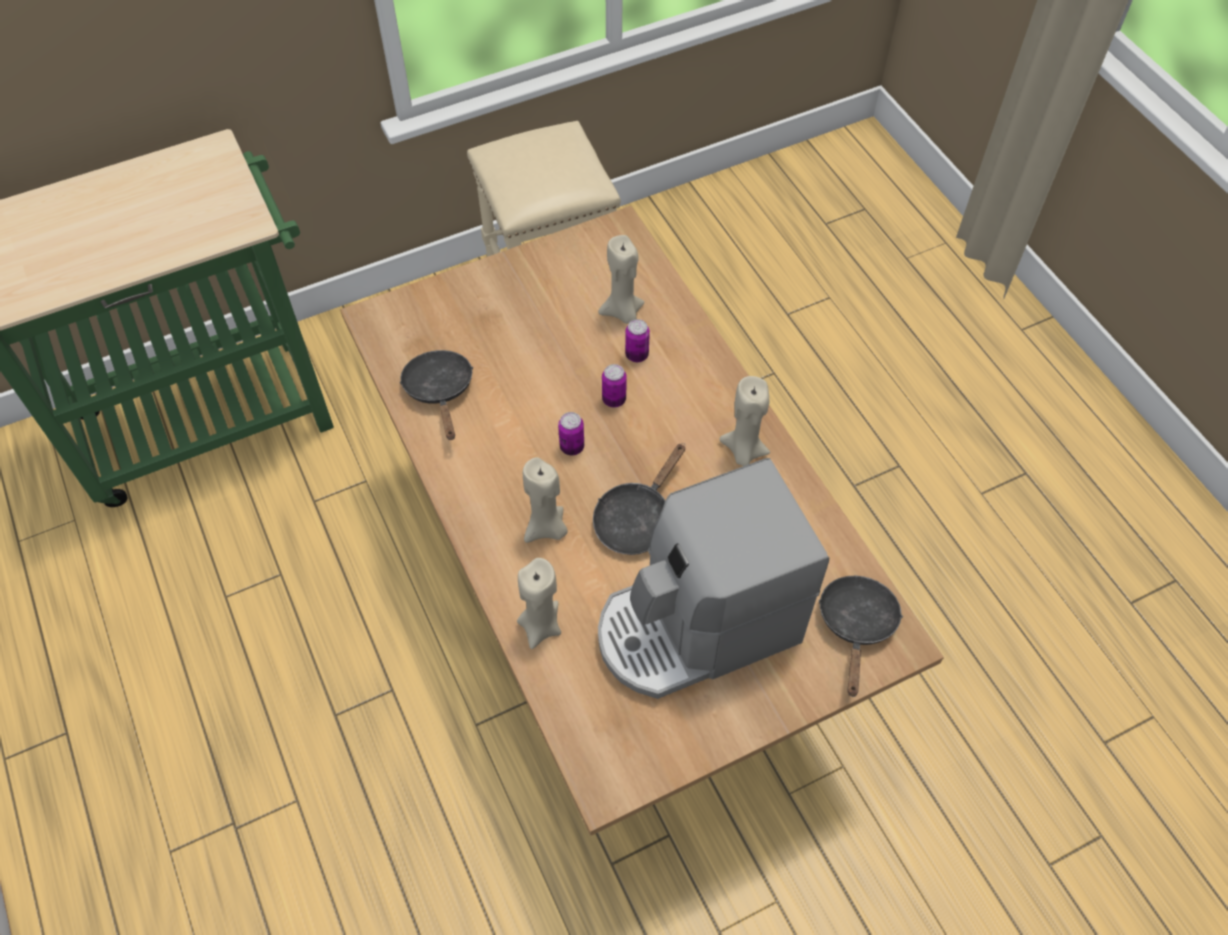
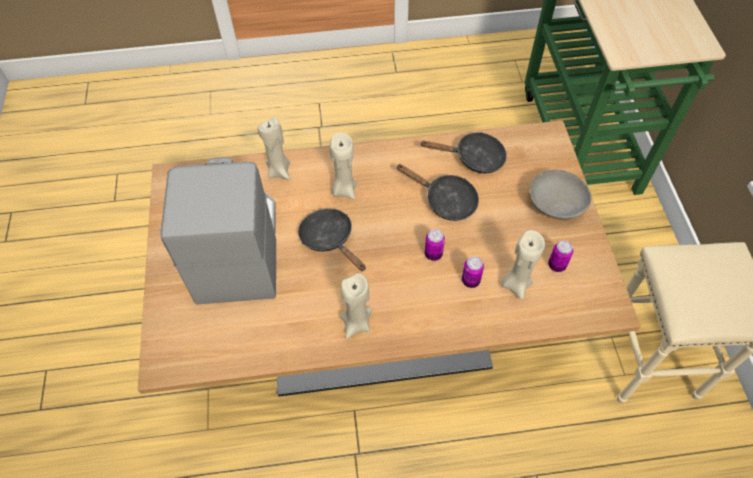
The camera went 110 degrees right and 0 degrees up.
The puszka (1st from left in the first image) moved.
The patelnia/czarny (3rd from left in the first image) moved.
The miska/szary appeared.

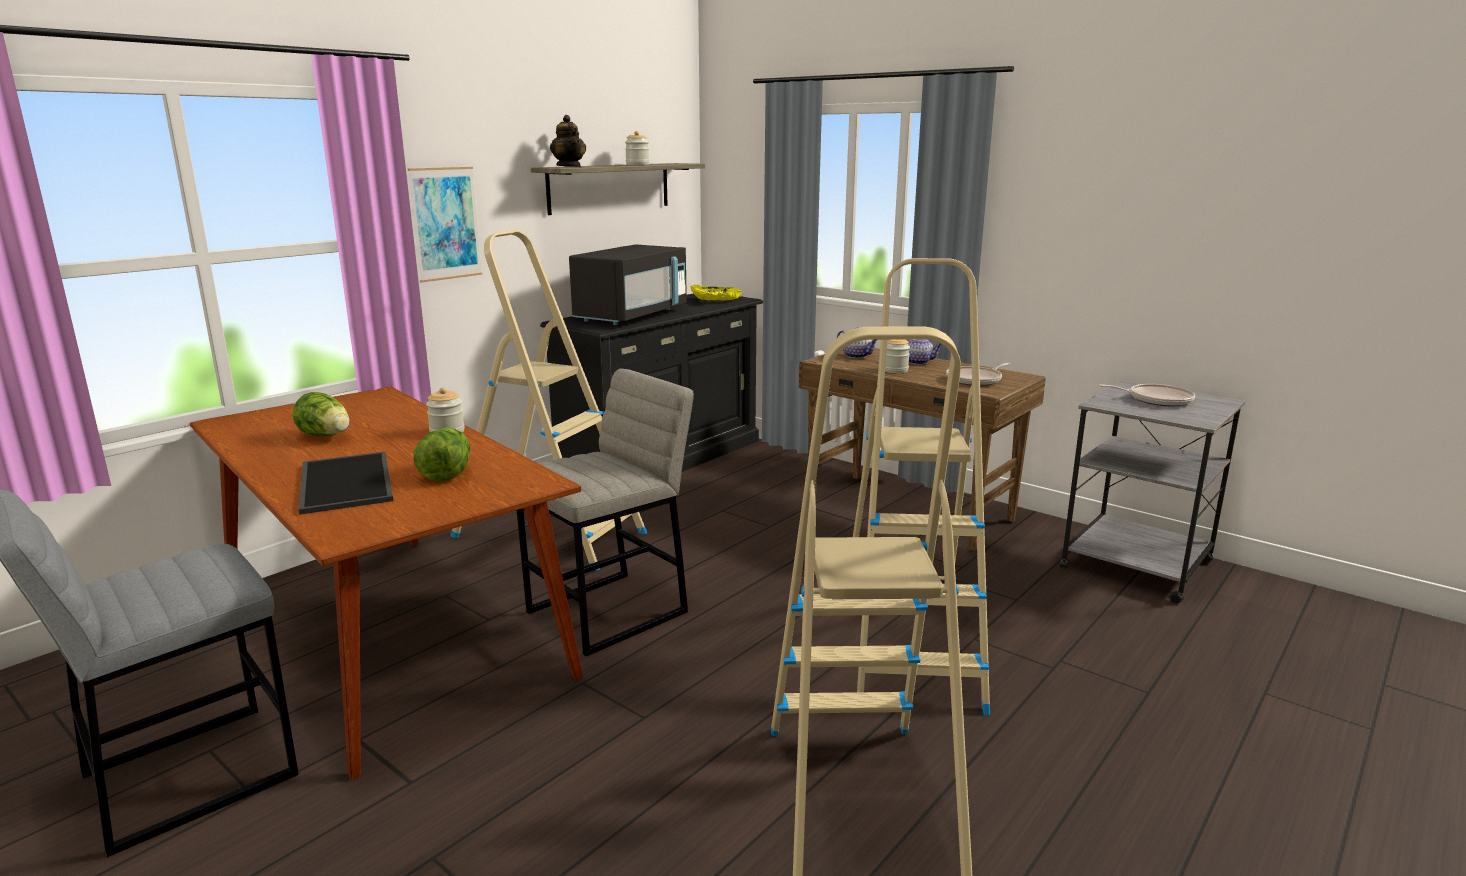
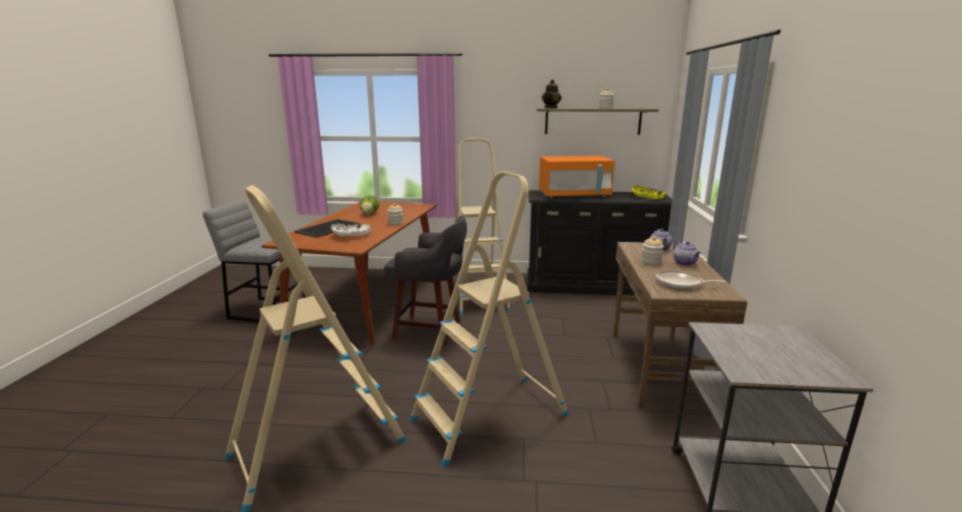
The camera went 55 degrees right and 0 degrees up.
The obraz disappeared.
The sałata (2nd from left) was replaced by the miska/biały.
The krzesło/szary (2nd from left) was replaced by the stołek/szary.
The mikrofalówka/czarny became the mikrofalówka/pomarańczowy.
The patelnia (2nd from left) disappeared.

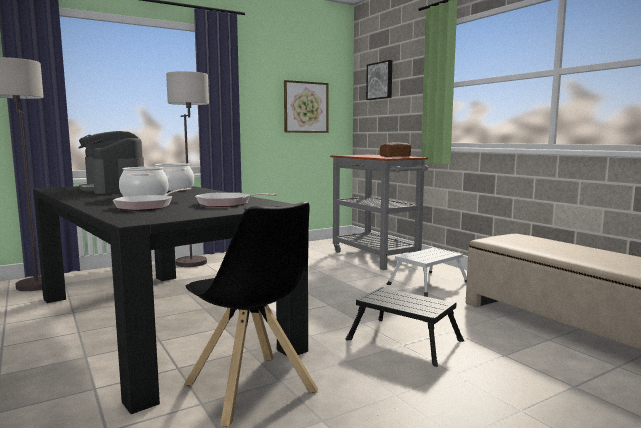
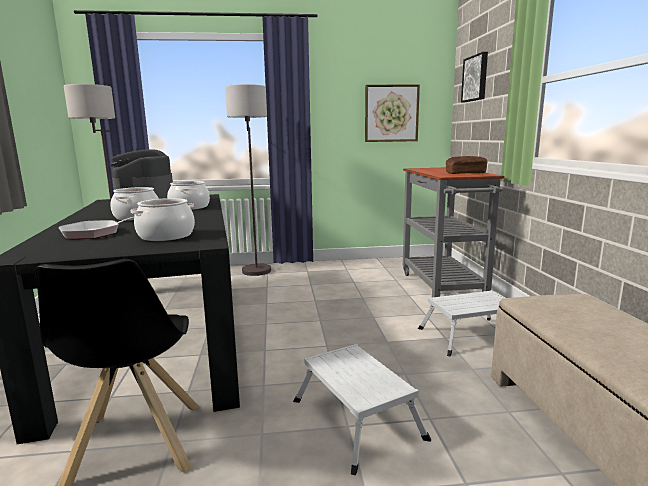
The camera went 25 degrees right and 5 degrees up.
The patelnia (2nd from left) was replaced by the garnek (2nd from left).
The drabinka/czarny became the drabinka/biały (1st from left).

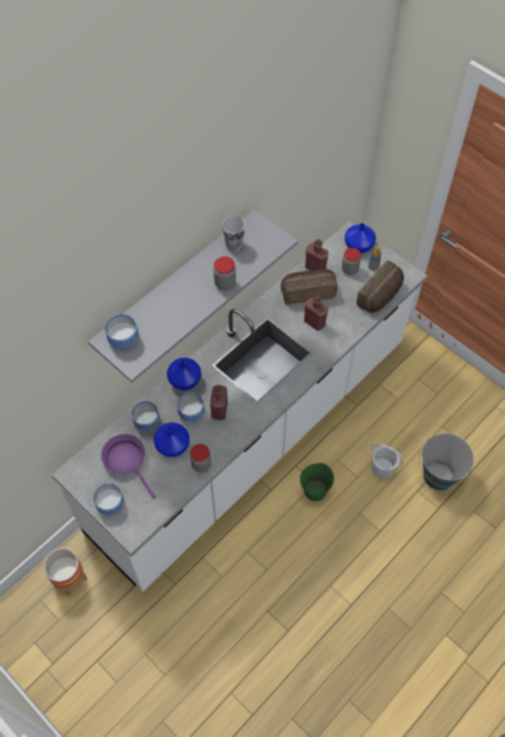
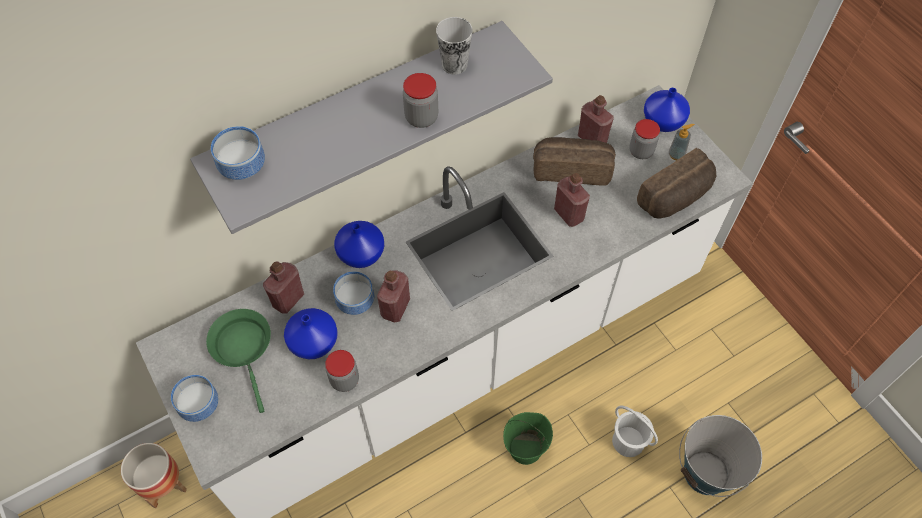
The camera went 15 degrees right and 0 degrees up.
The patelnia/fioletowy became the patelnia/zielony.
The miska (3rd from left) was replaced by the butelka/czerwony (1st from left).

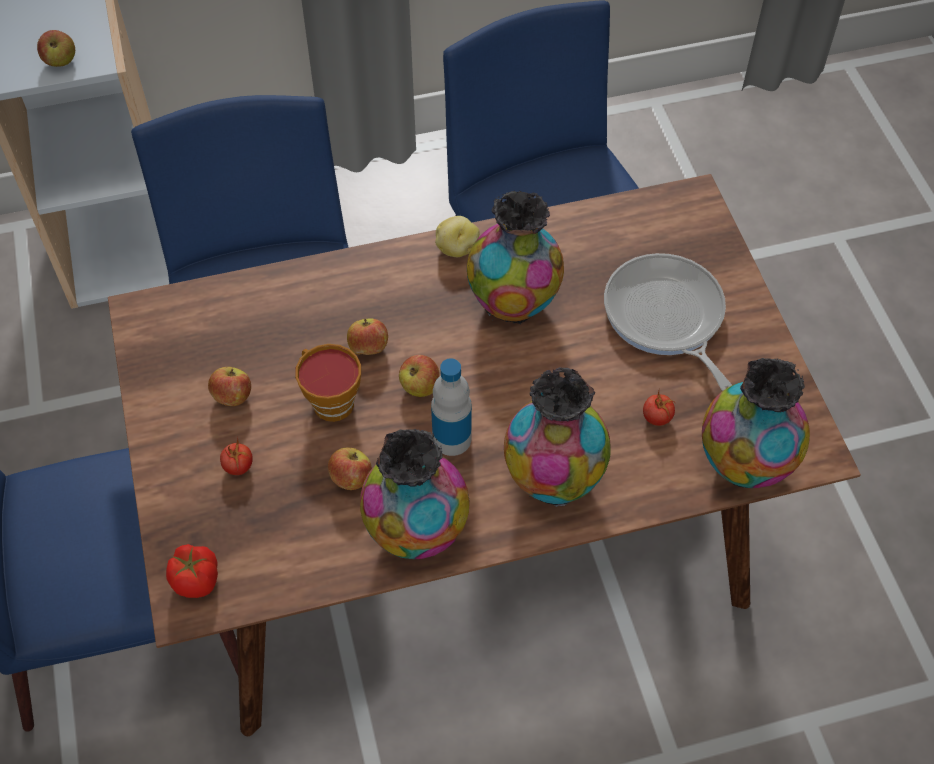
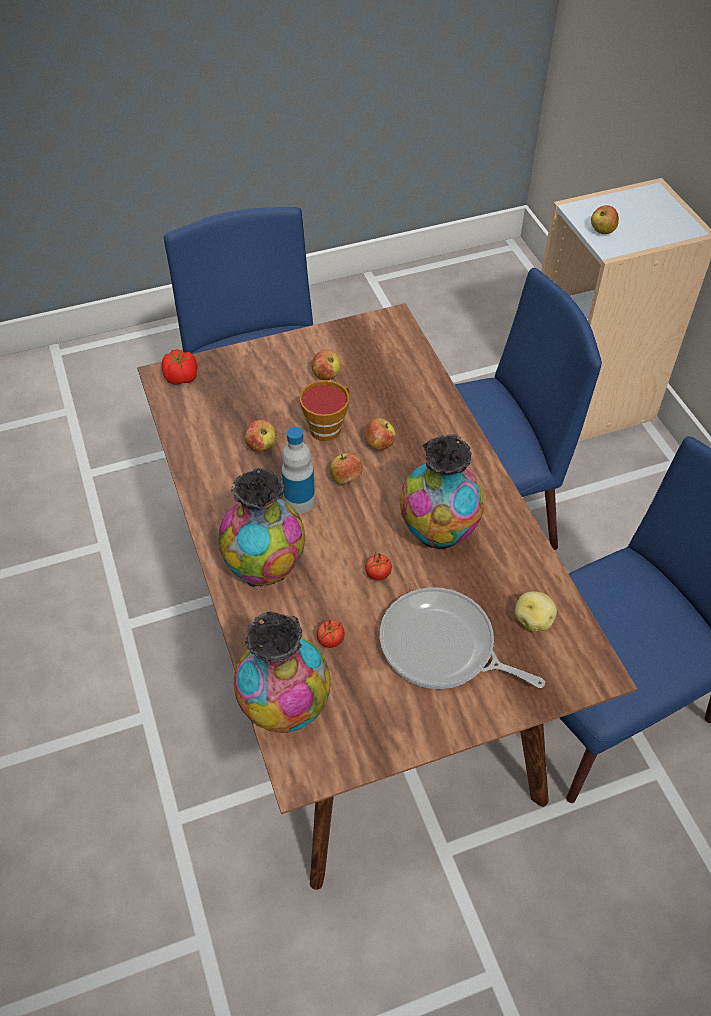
The camera went 85 degrees right and 5 degrees down.
The pomidor (2nd from left in the first image) moved.
The wazon (1st from left) disappeared.
The ziemniak moved.
The patelnia turned 120 degrees counterclockwise.

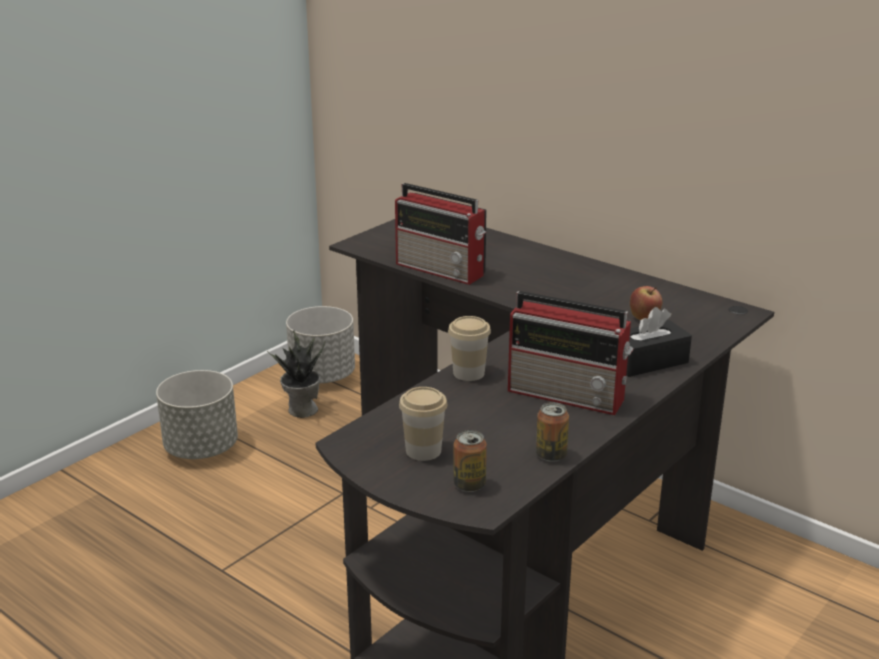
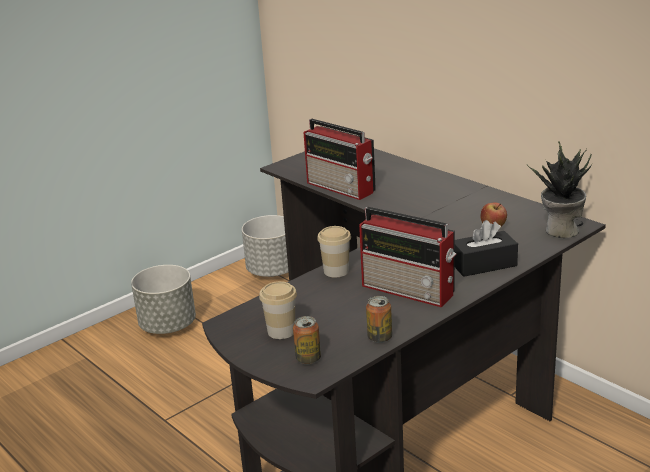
The camera went 10 degrees right and 0 degrees up.
The roślina doniczkowa moved.

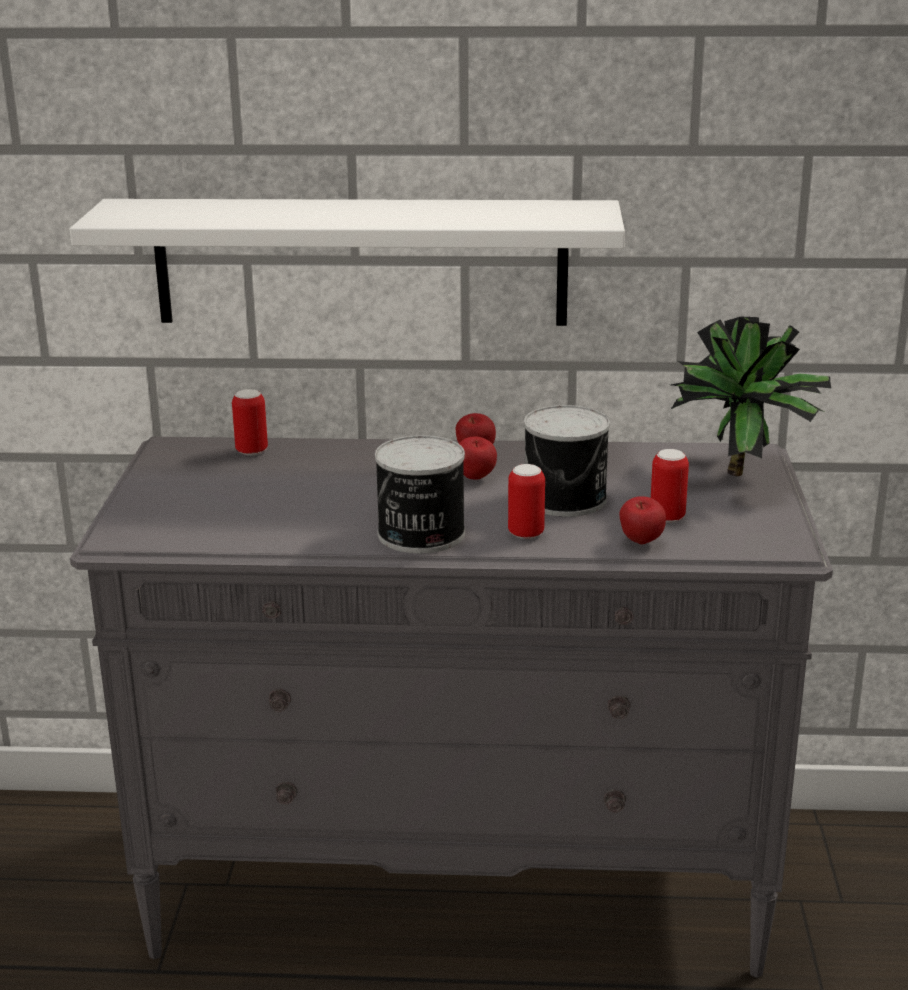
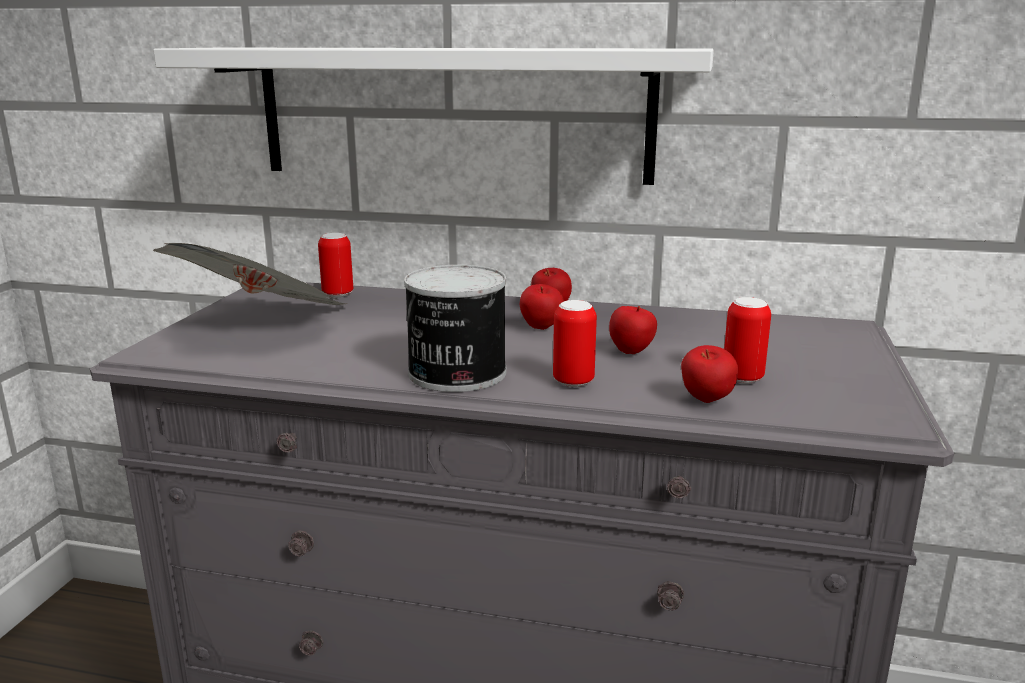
The camera went 10 degrees right and 5 degrees down.
The puszka (4th from left) was replaced by the jabłko (3rd from left).
The roślina doniczkowa disappeared.
The gazeta appeared.

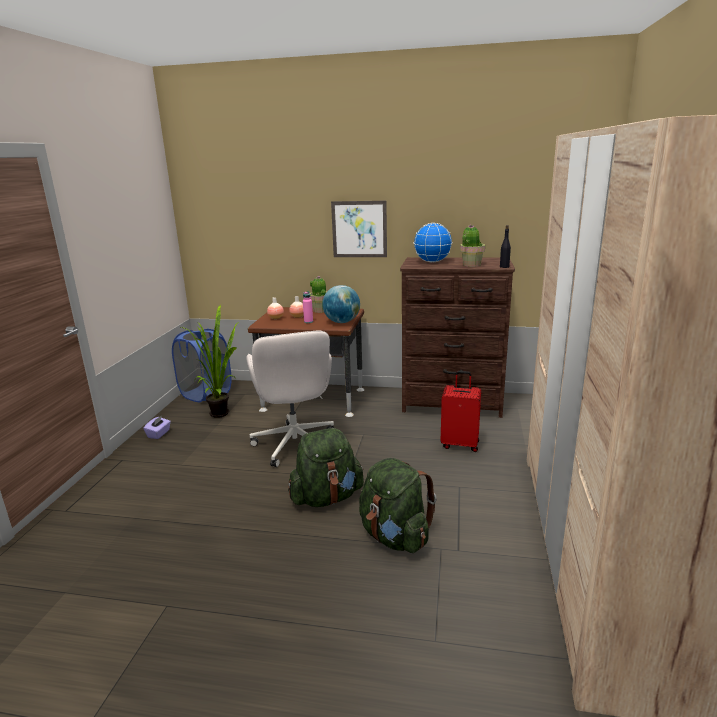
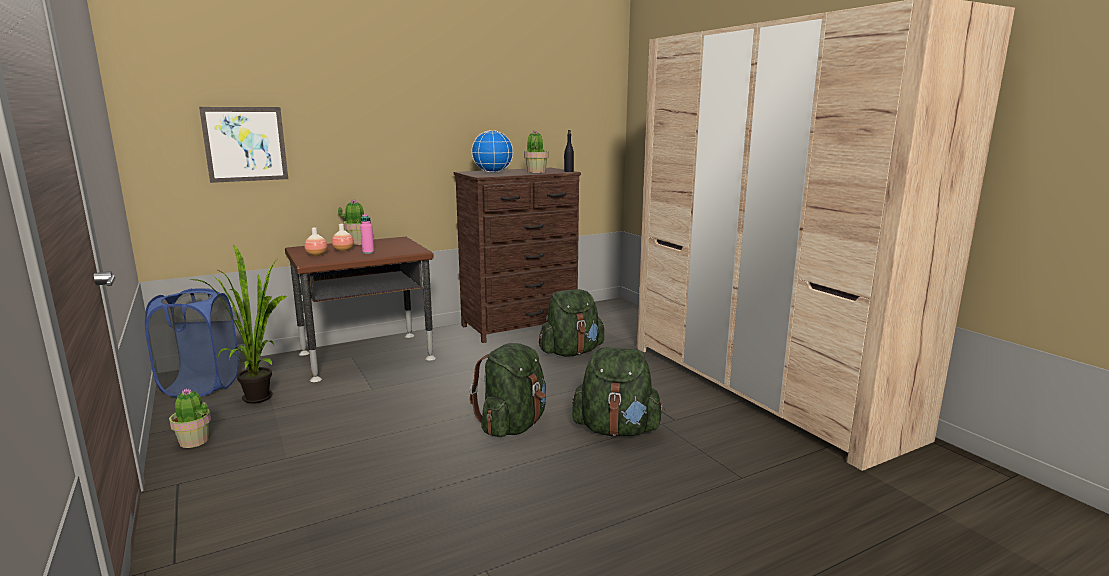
The camera went 40 degrees left and 5 degrees down.
The pudełko chusteczek/fioletowy was replaced by the roślina doniczkowa (1st from left).
The krzesło biurowe/biały disappeared.
The globus (1st from left) disappeared.
The obraz moved.
The walizka/czerwony was replaced by the plecak/zielony (2nd from left).

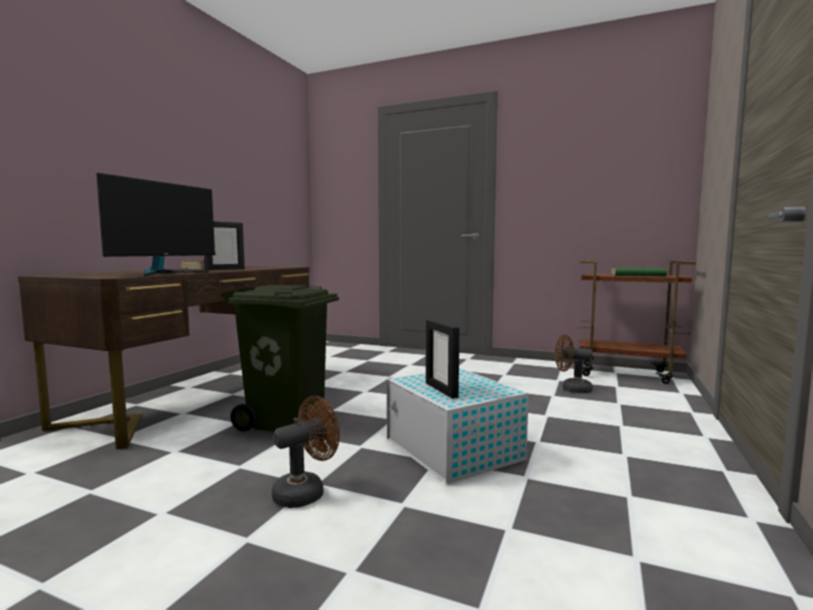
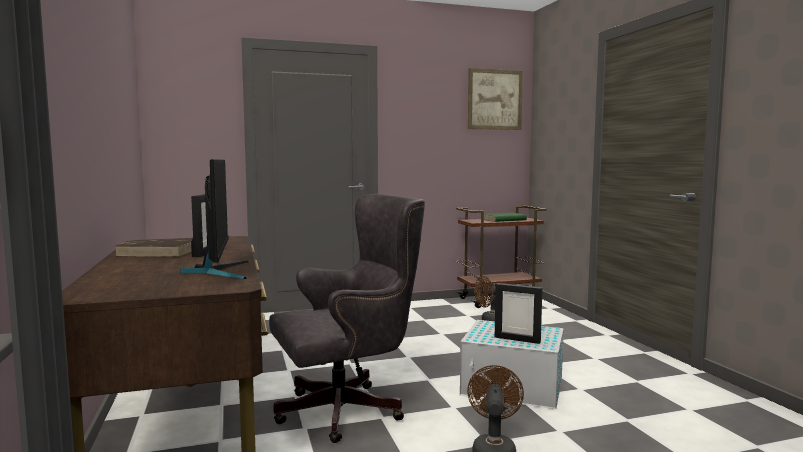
The camera went 40 degrees left and 0 degrees up.
The kosz na śmieci/zielony was replaced by the krzesło biurowe/szary.
The obraz appeared.

